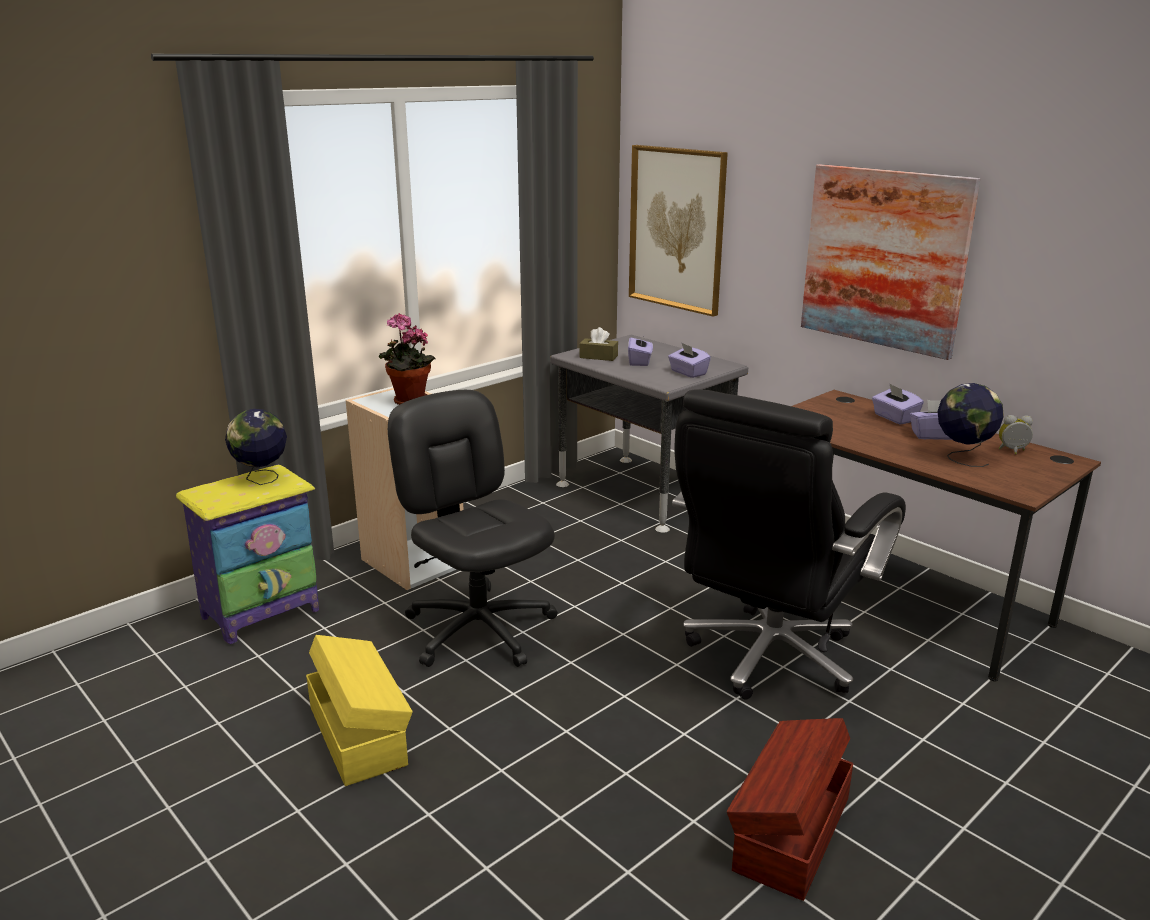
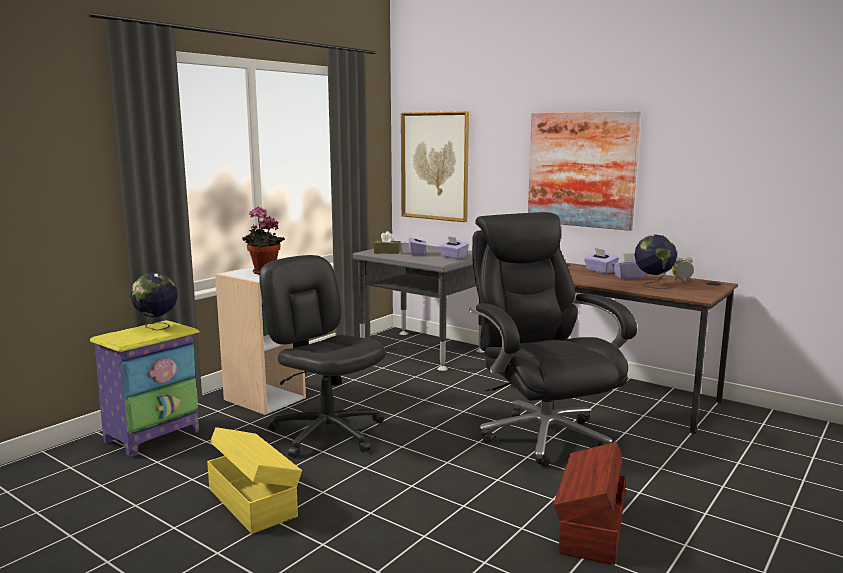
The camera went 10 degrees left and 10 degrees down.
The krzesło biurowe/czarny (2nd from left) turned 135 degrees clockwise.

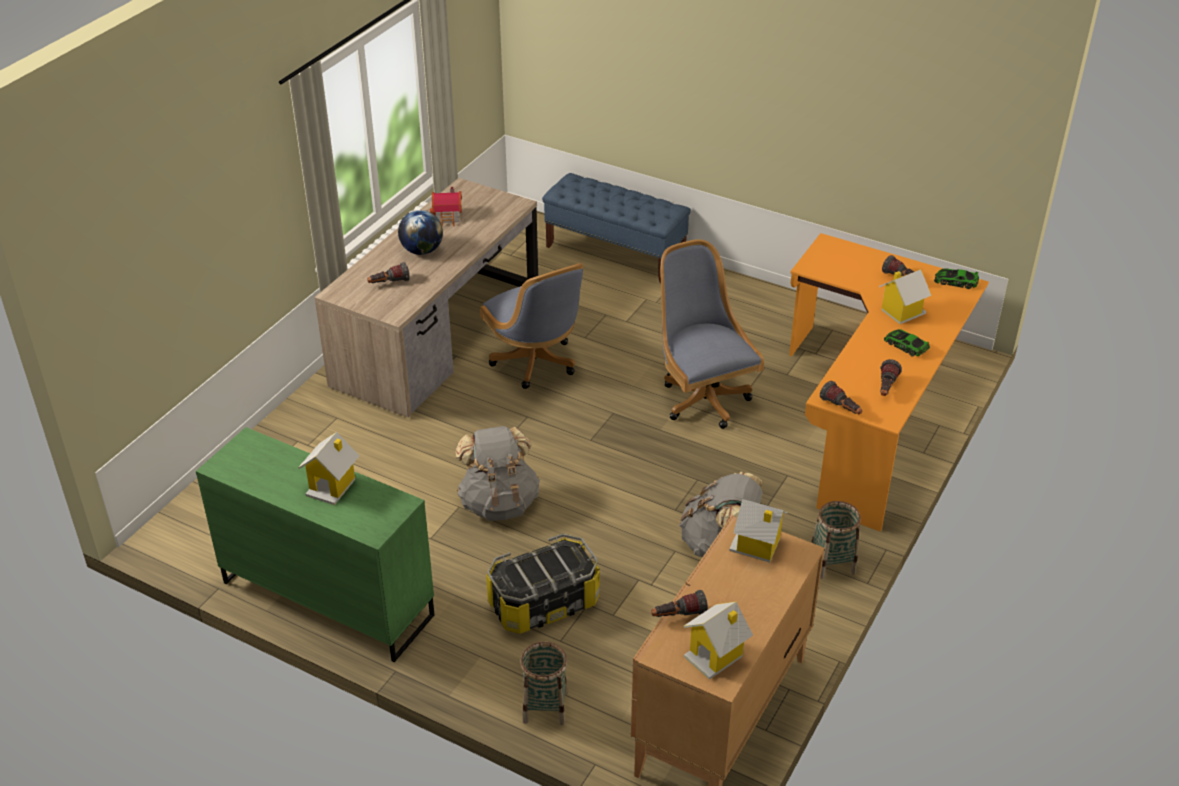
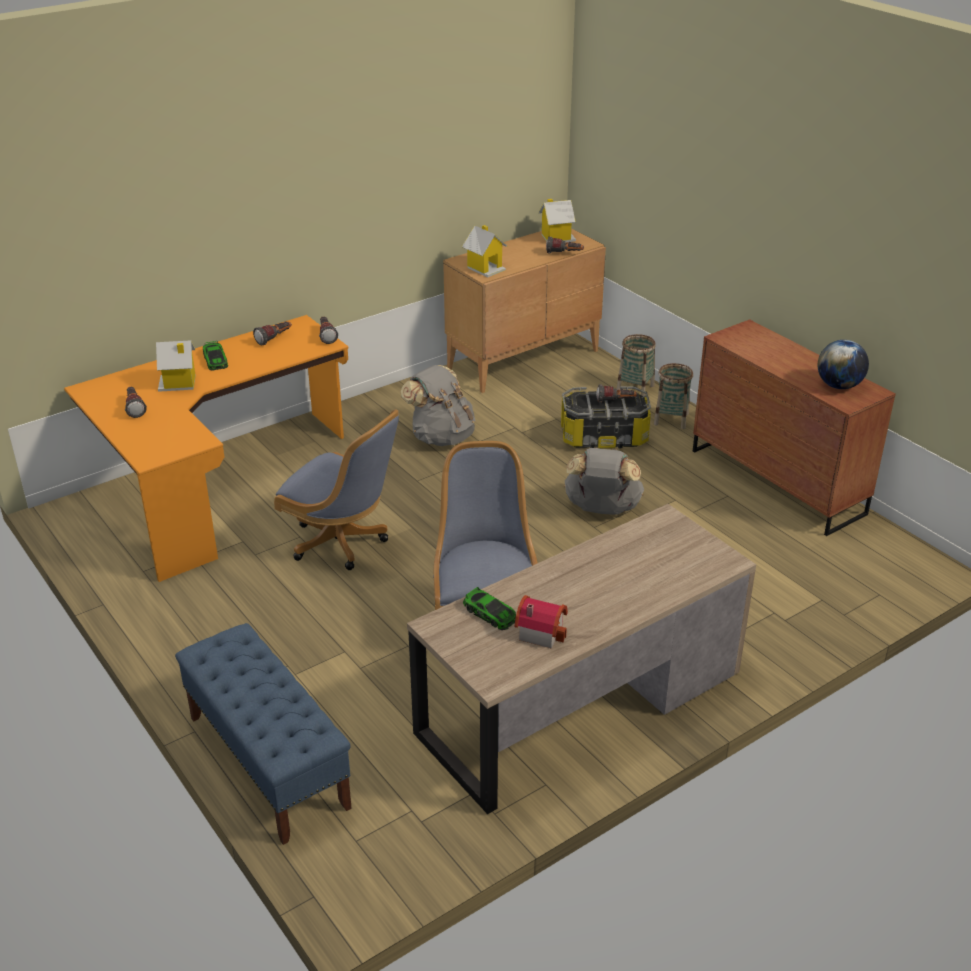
The camera went 155 degrees left and 5 degrees down.
The komoda/zielony became the komoda/brązowy.
The domek (1st from left) disappeared.
The latarka (1st from left in the first image) moved.
The globus moved.
The krzesło biurowe/niebieski (2nd from left in the first image) turned 60 degrees counterclockwise.
The koszyk (2nd from left) moved.
The samochodzik (2nd from left) moved.

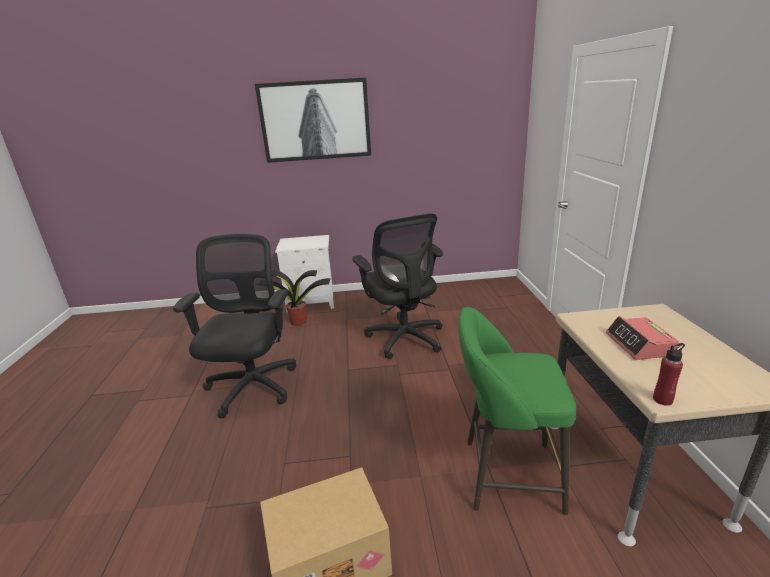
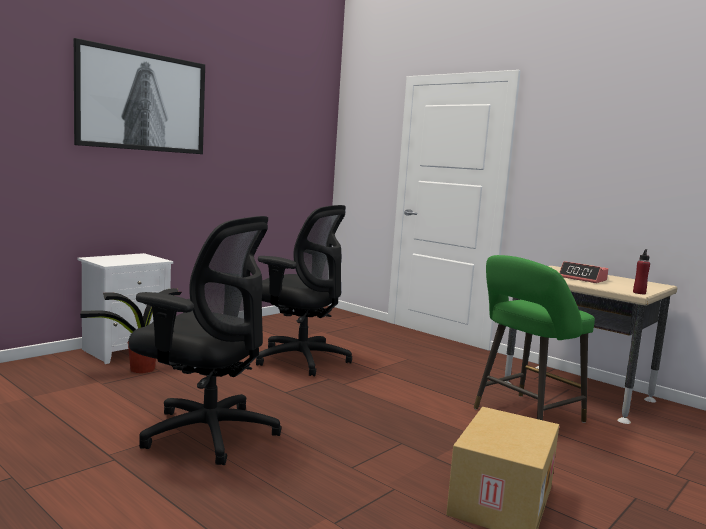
The camera went 45 degrees left and 15 degrees down.
The krzesło biurowe/czarny (1st from left) turned 150 degrees clockwise.

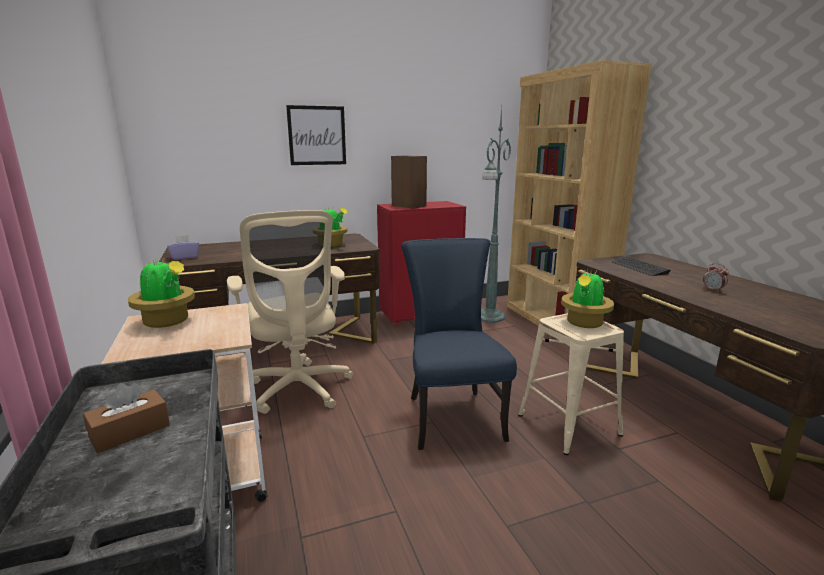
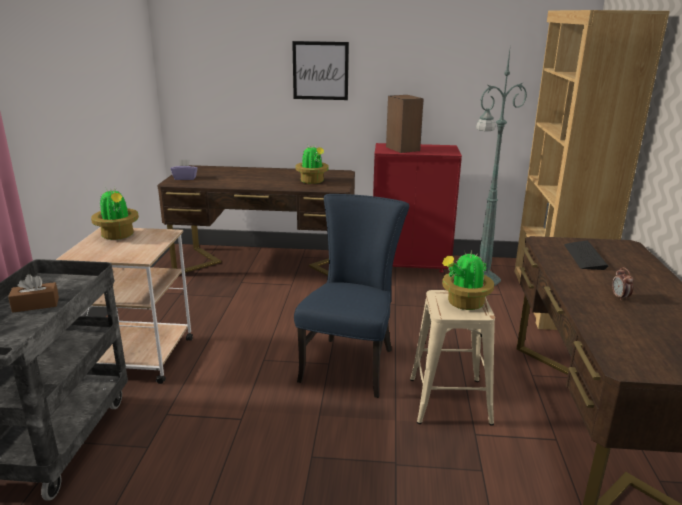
The camera went 25 degrees right and 5 degrees up.
The krzesło biurowe/beżowy disappeared.

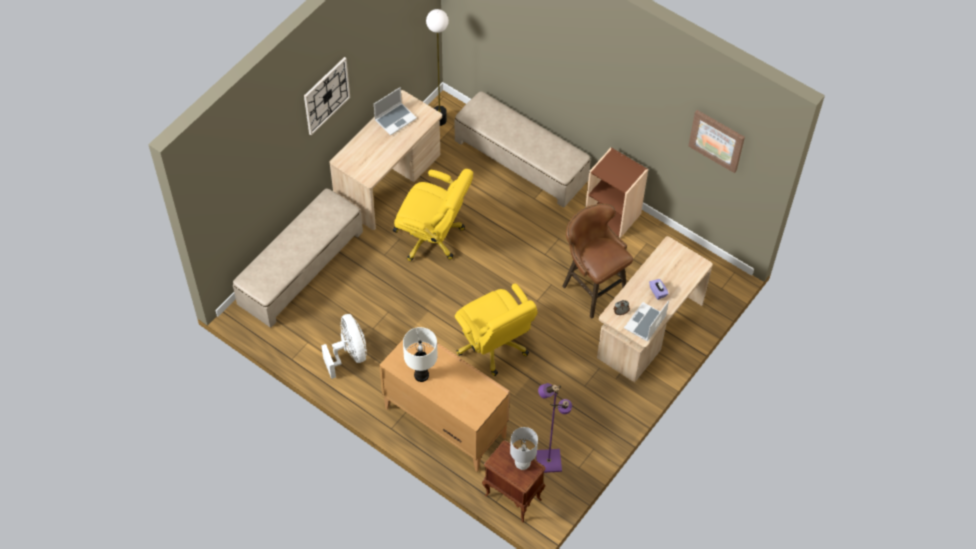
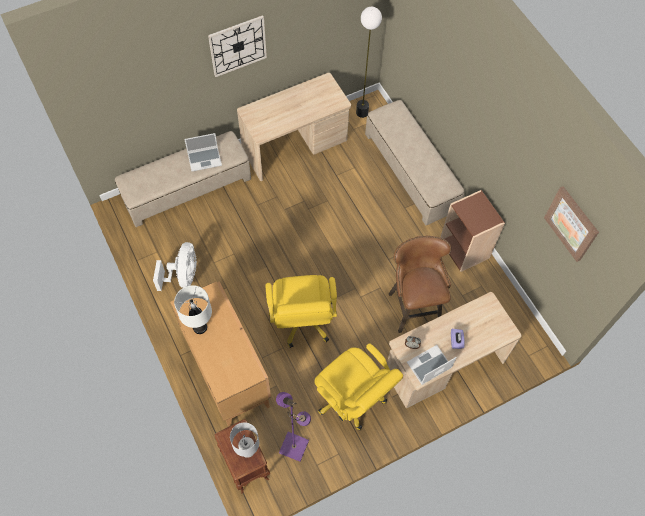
The camera went 25 degrees right and 5 degrees up.
The laptop (1st from left) moved.
The krzesło biurowe/żółty (1st from left in the first image) moved.

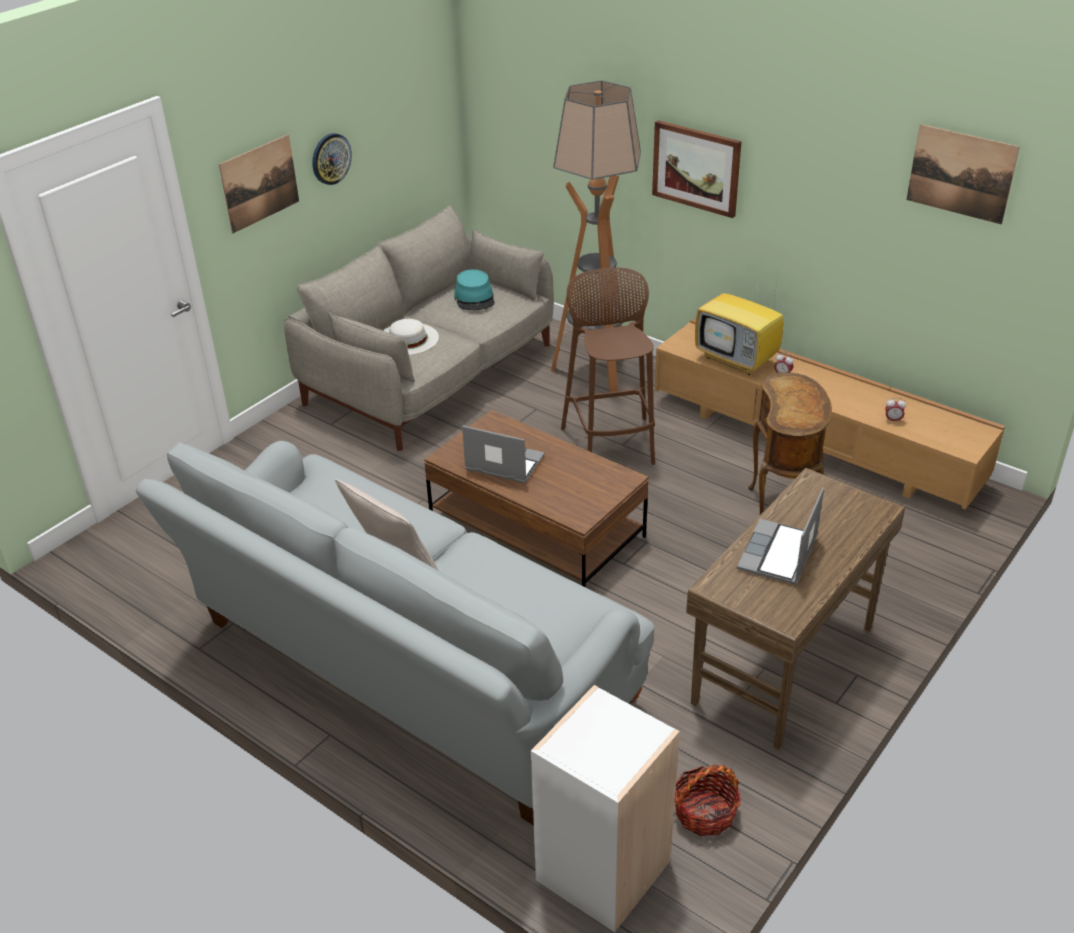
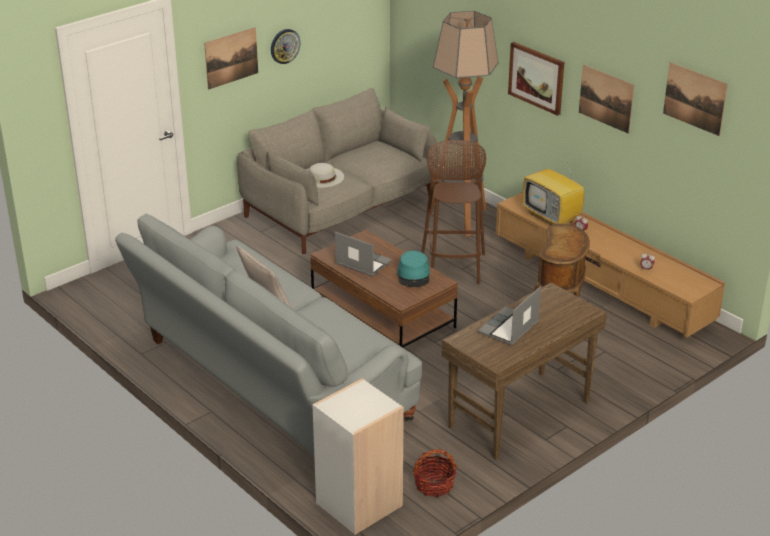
The camera went 10 degrees right and 5 degrees down.
The kapelusz/turkusowy moved.
The obraz (3rd from left) appeared.

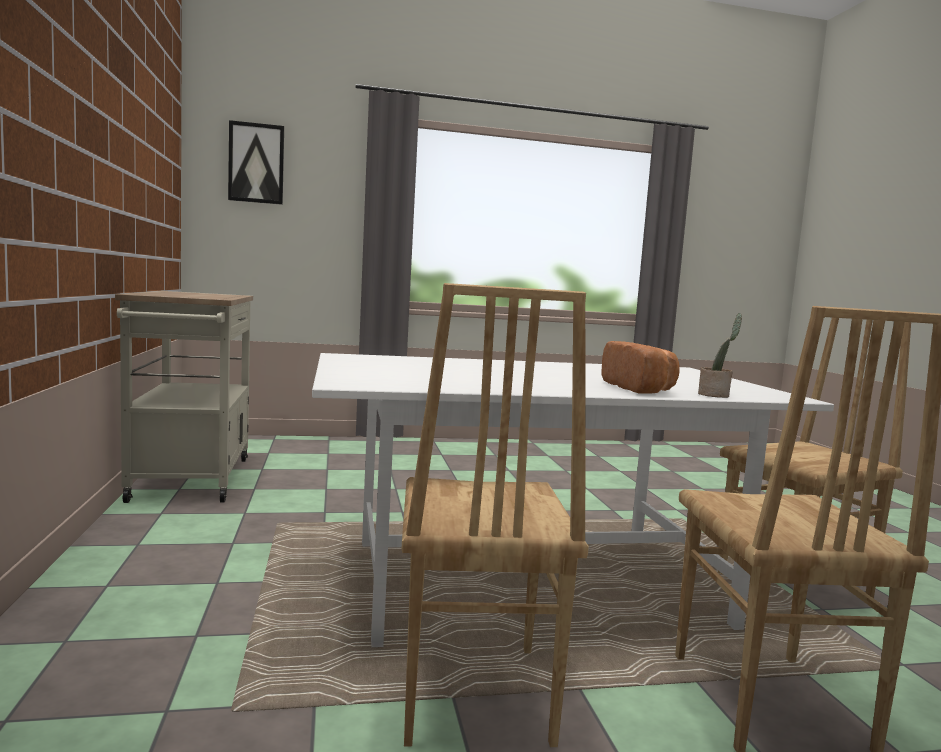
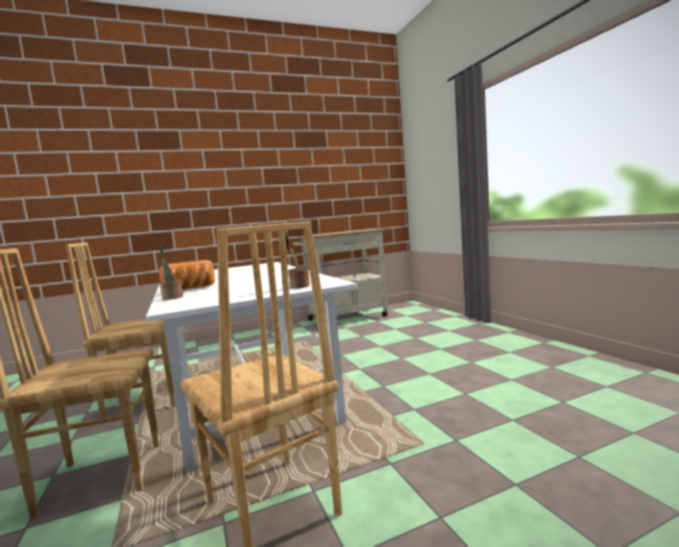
The camera went 80 degrees right and 0 degrees up.
The obraz disappeared.
The roślina doniczkowa (2nd from left) appeared.

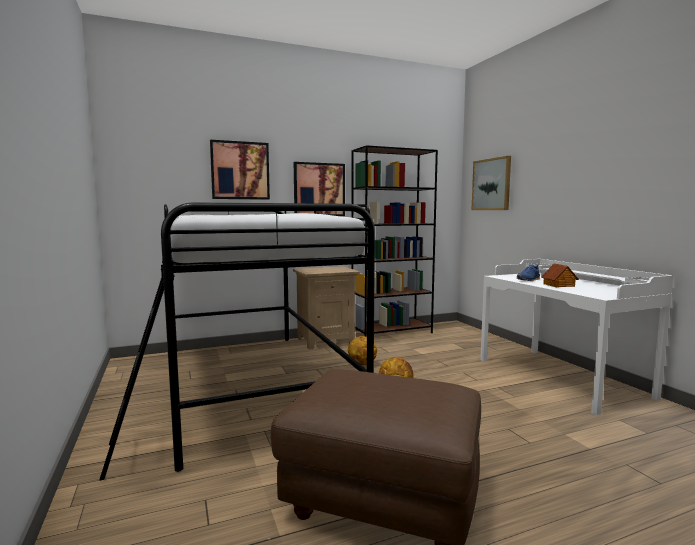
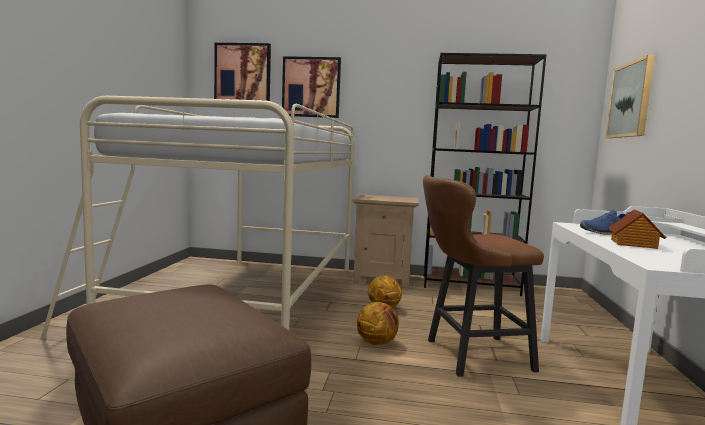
The camera went 30 degrees right and 0 degrees up.
The łóżko/czarny became the łóżko/beżowy.
The obraz (2nd from left in the first image) moved.
The stołek/brązowy appeared.

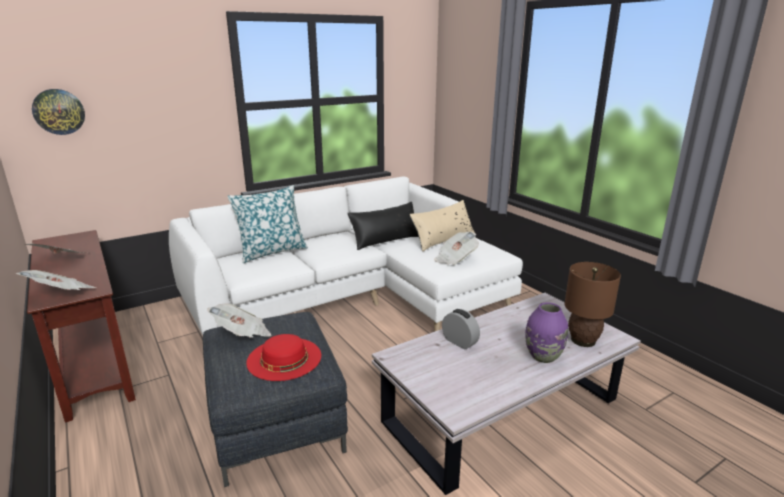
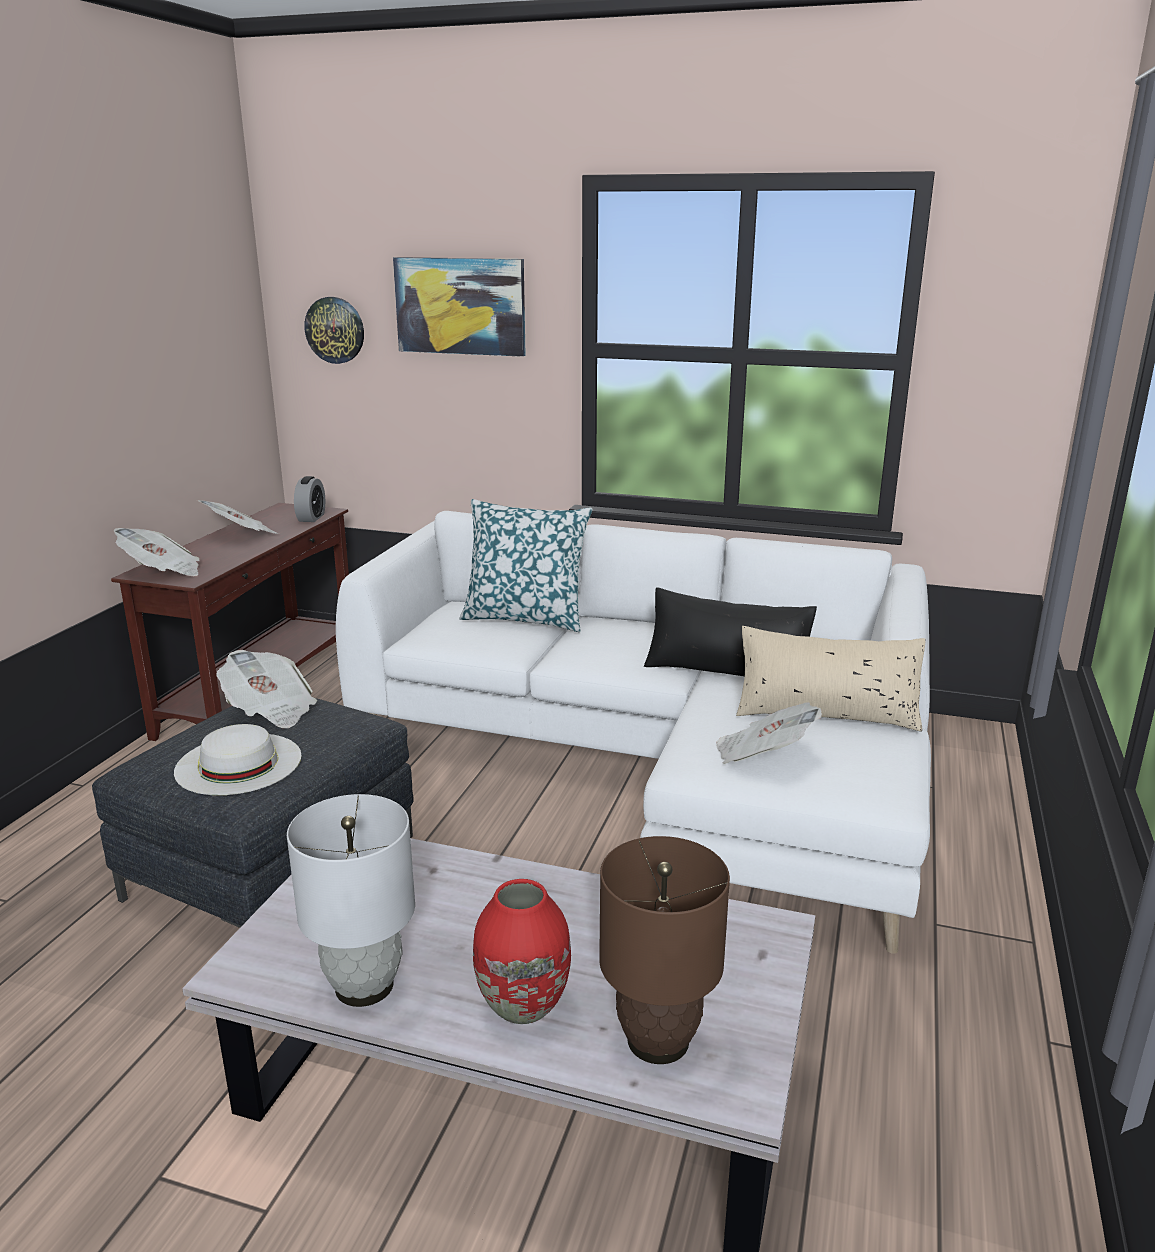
The camera went 50 degrees right and 0 degrees up.
The kapelusz/czerwony became the kapelusz/biały.
The budzik moved.
The wazon/fioletowy became the wazon/czerwony.
The lampa stołowa/biały appeared.
The obraz appeared.

